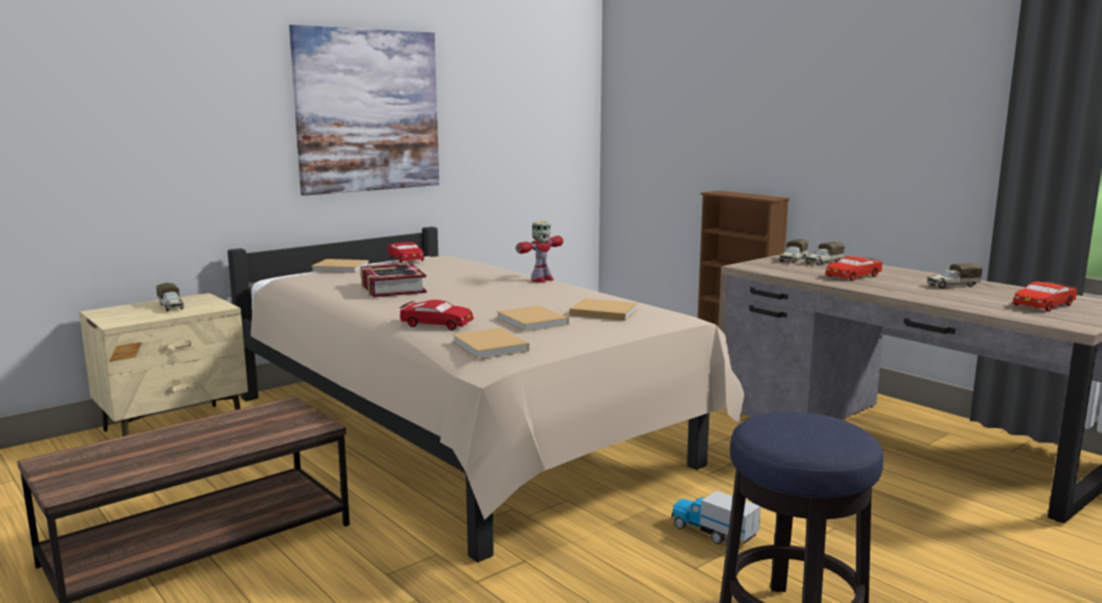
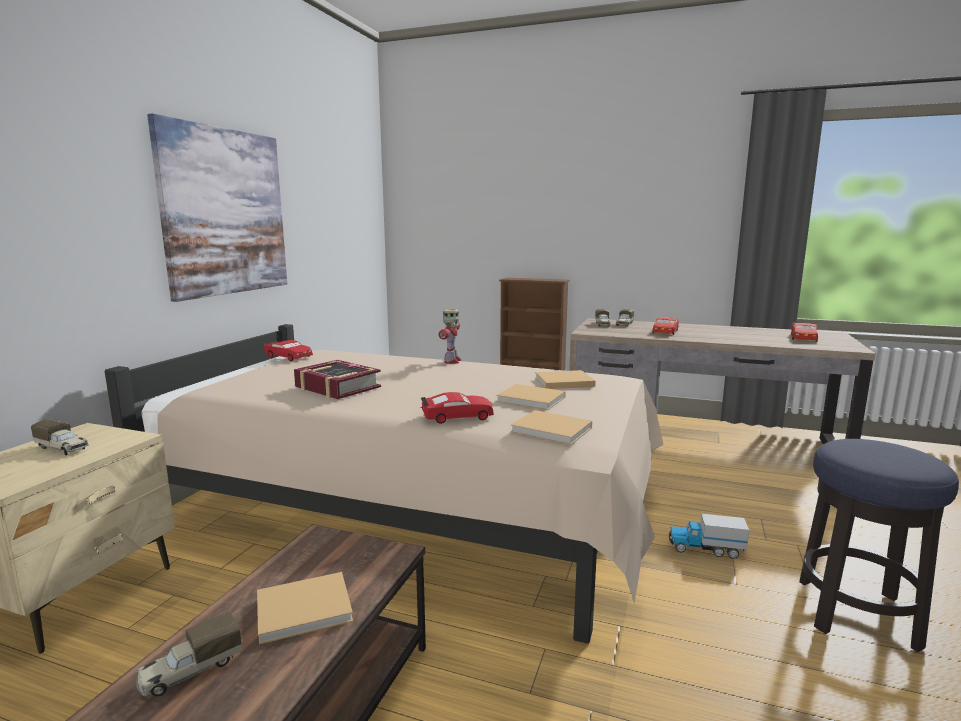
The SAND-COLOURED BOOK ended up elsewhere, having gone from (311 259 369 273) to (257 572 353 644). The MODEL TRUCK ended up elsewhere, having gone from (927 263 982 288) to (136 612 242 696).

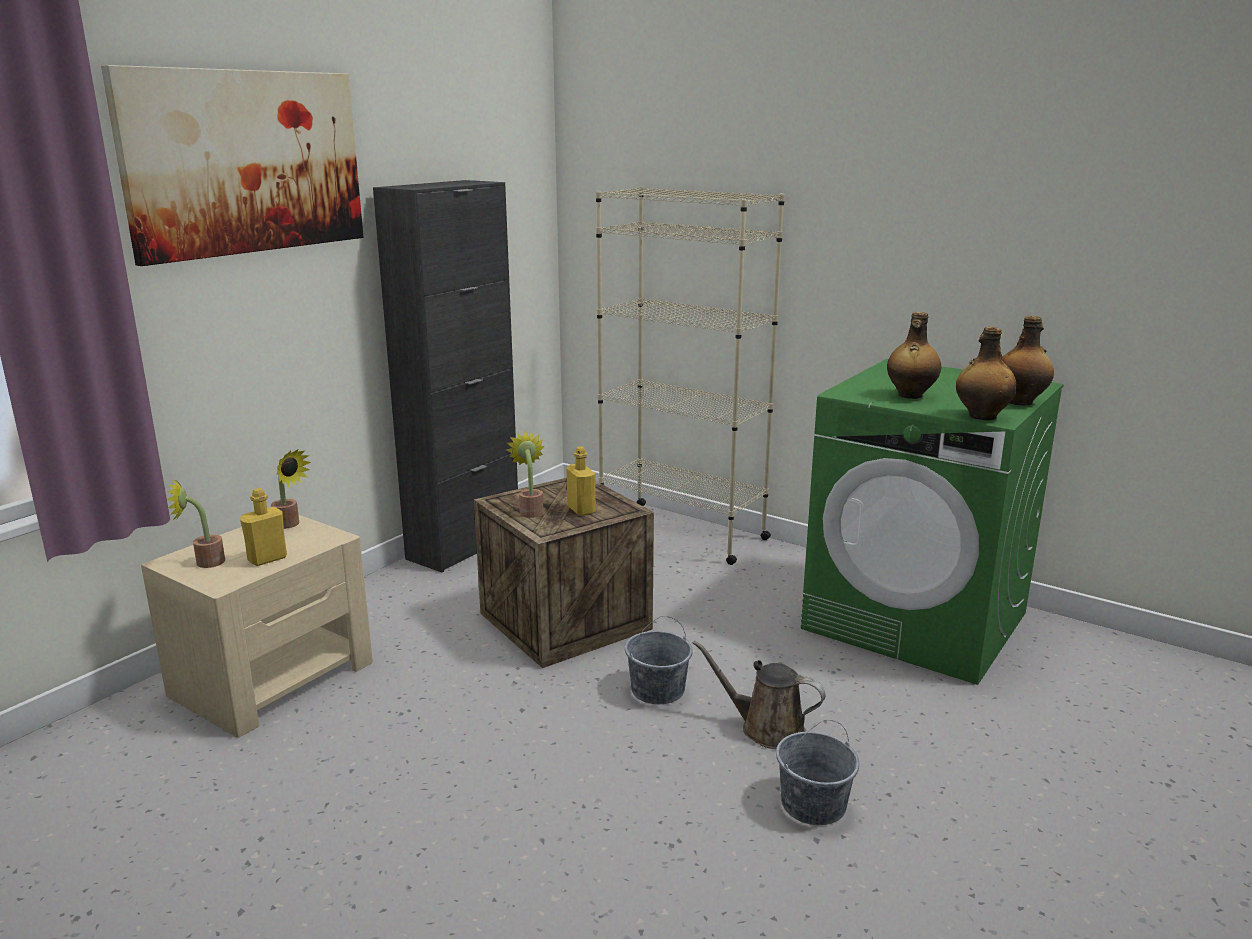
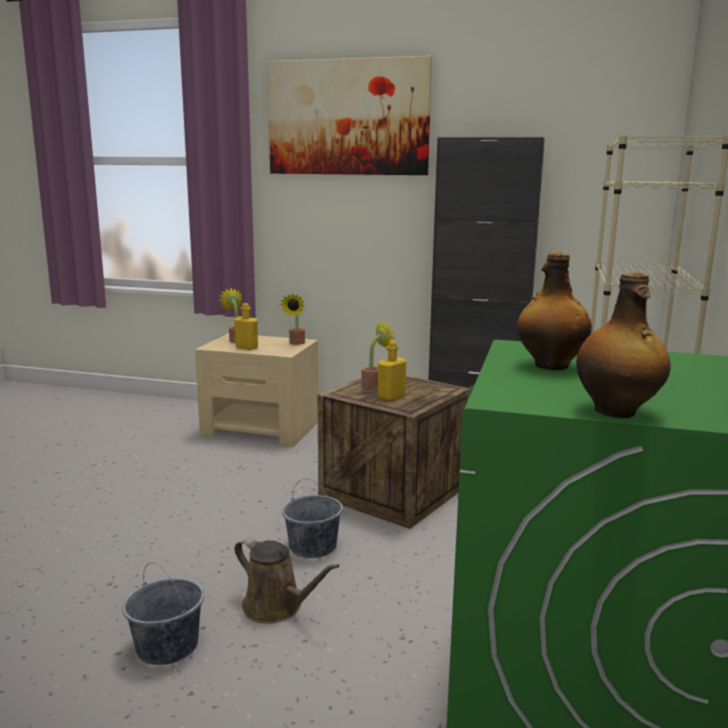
The BROWNISH SPRINKLING CAN at (693 640 826 749) ended up facing another way, 120 degrees clockwise from before. The second view lost the DRINK BOTTLE at (956 327 1017 420).

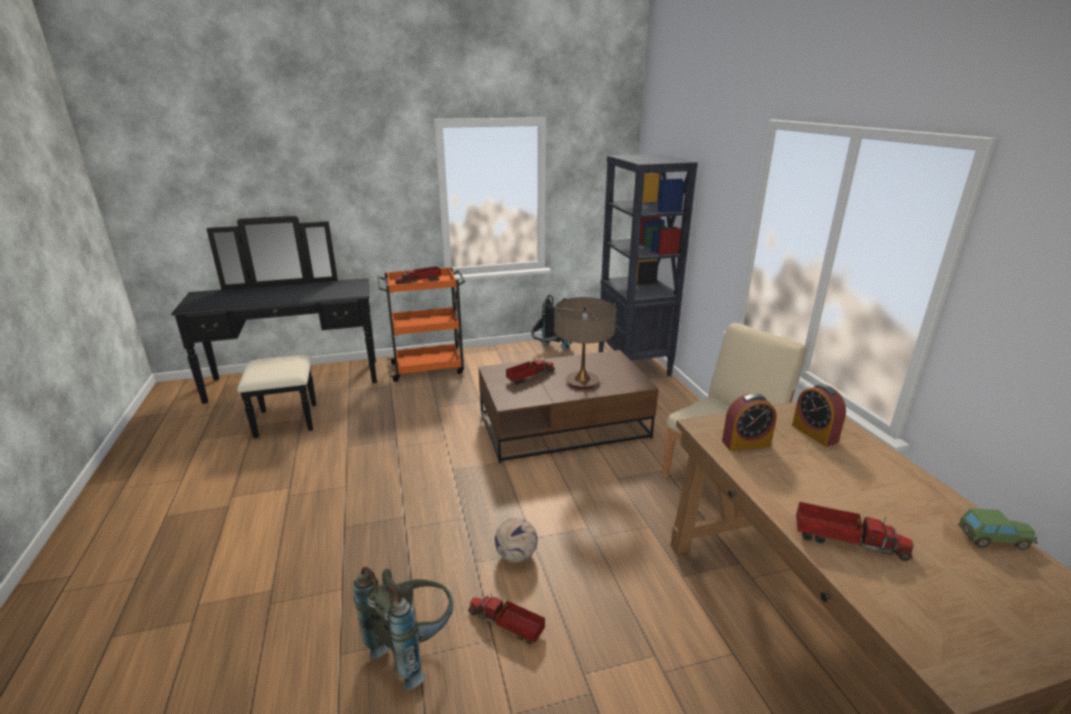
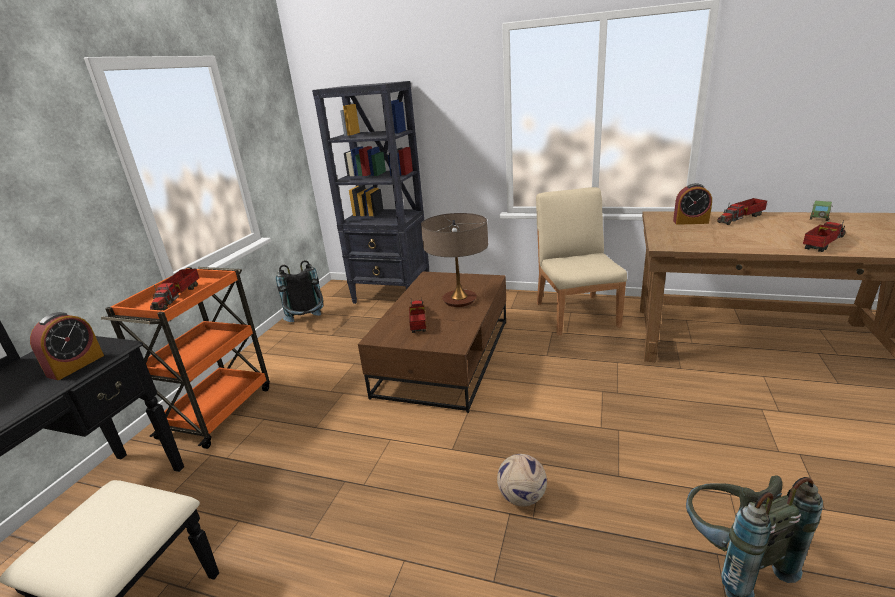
The MODEL TRUCK ended up elsewhere, having gone from (468 593 545 644) to (717 198 767 225). The FOOTBALL ended up elsewhere, having gone from (495 518 538 563) to (497 454 547 506). The ALARM CLOCK ended up elsewhere, having gone from (722 393 777 451) to (30 312 104 380).

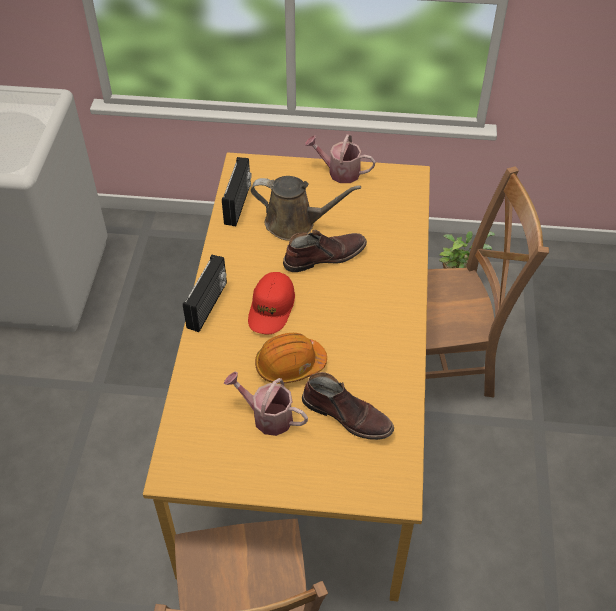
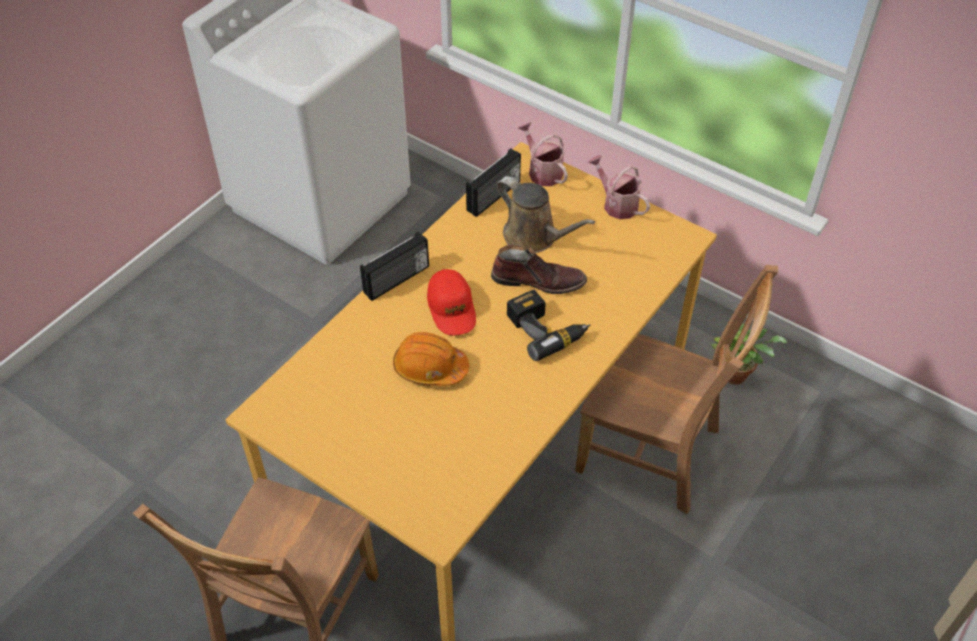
The SPRINKLING CAN ended up elsewhere, having gone from (224 372 308 436) to (518 122 568 186). The RED CAP at (248 272 295 334) ended up facing another way, 60 degrees counterclockwise from before. The second view lost the BROWNISH HIGH-TOP BOOT at (302 372 394 440). The second view gained the ELECTRIC DRILL at (507 290 591 361).

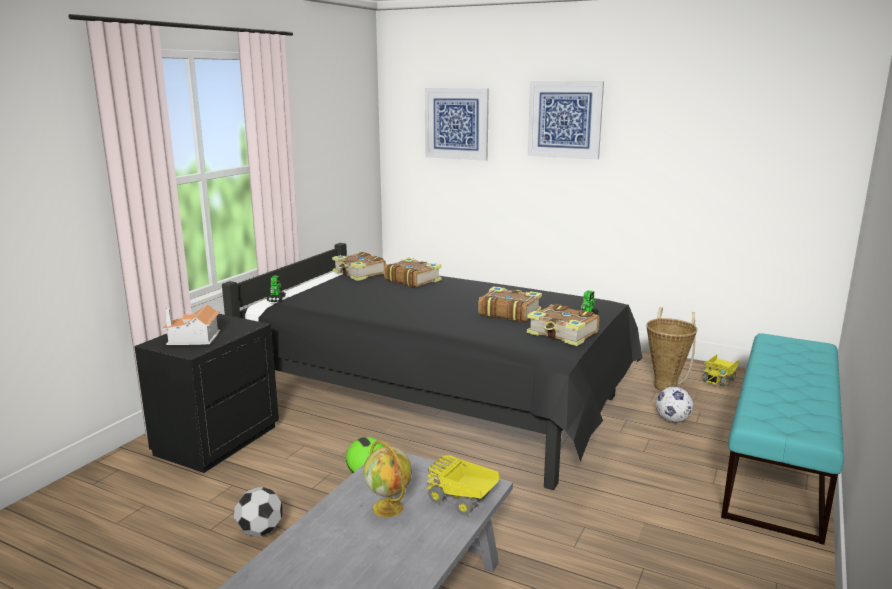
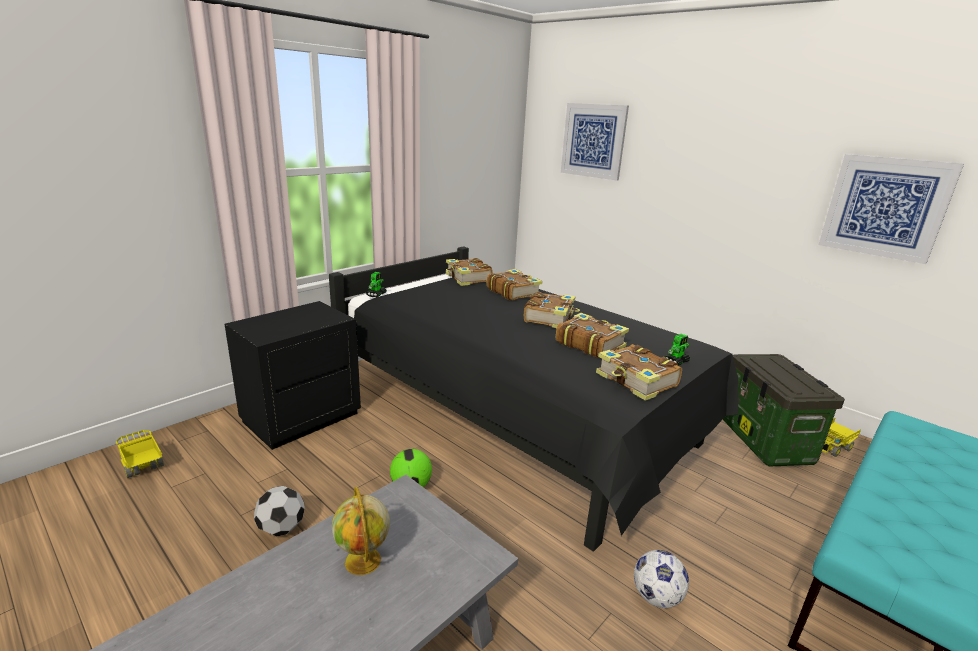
The second view lost the TOY HOUSE at (162 304 220 345). The MODEL TRUCK ended up elsewhere, having gone from (427 455 500 516) to (116 430 164 479). The WALL PICTURE ended up elsewhere, having gone from (528 81 604 160) to (818 154 964 264). Where the STORAGE BASKET stood at (646 307 697 391), the STORAGE BOX came to stand at (723 354 845 466). The FOOTBALL ended up elsewhere, having gone from (656 387 693 423) to (634 550 689 608). The second view gained the BOOK at (524 292 580 328).

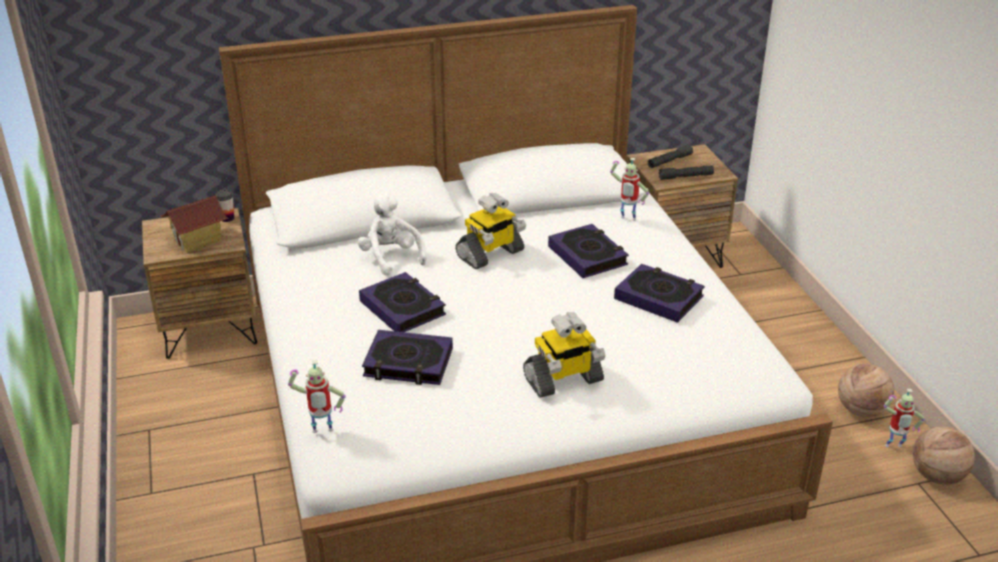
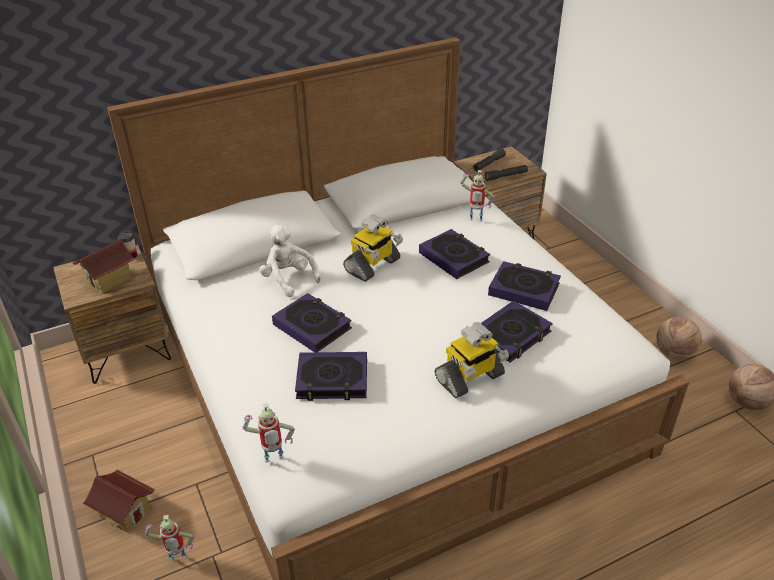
The ROBOT FIGURE ended up elsewhere, having gone from (884 389 925 447) to (145 515 194 561). The second view gained the TOY HOUSE at (83 470 155 533). The second view gained the BOOK at (481 300 553 363).

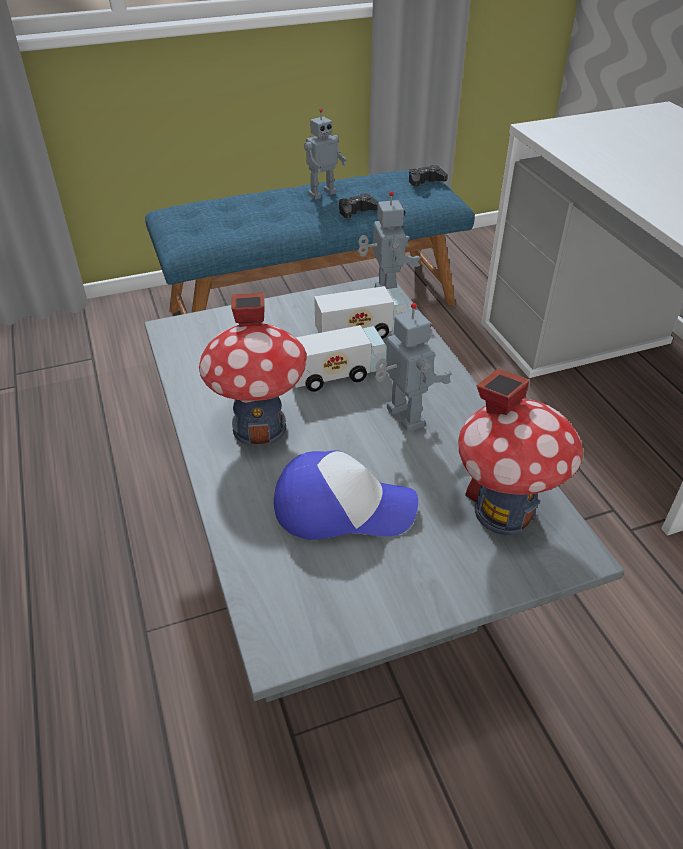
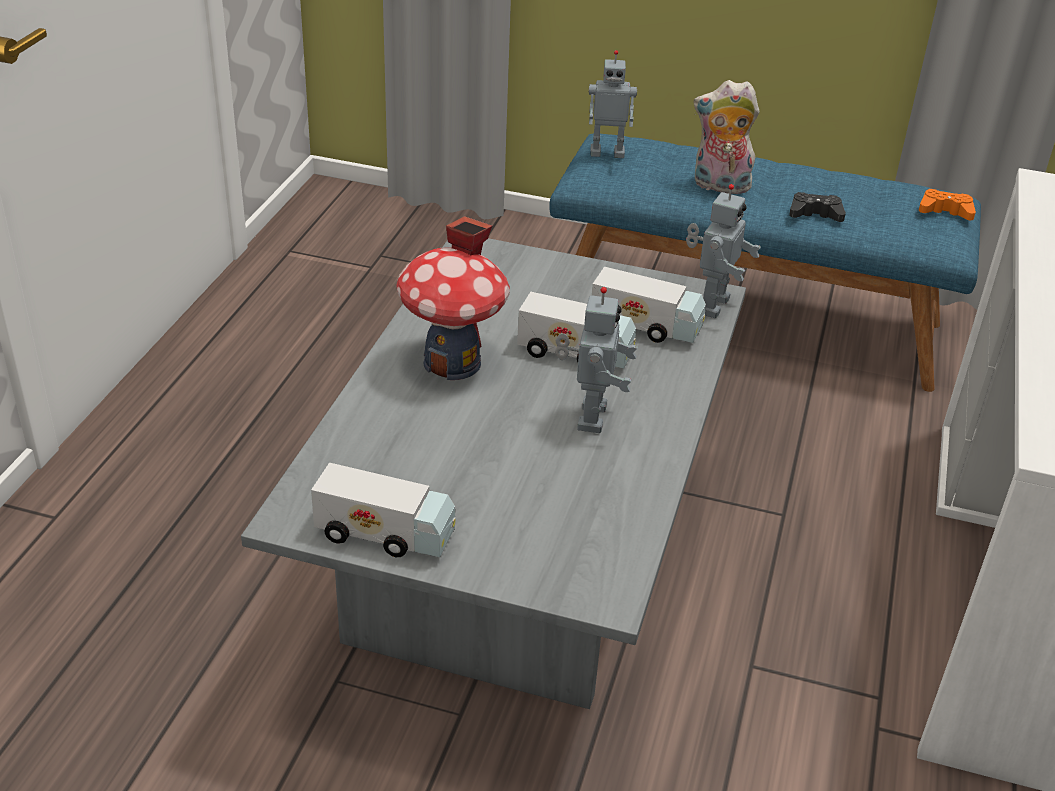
The second view lost the CAP at (274 450 418 540). The ROBOT FIGURE ended up elsewhere, having gone from (304 109 347 200) to (589 50 637 158). What was the BLACK-COLOURED JOYPAD at (409 165 448 187) turned into the ORANGEY JOYPAD at (919 189 976 220). The second view lost the TOY HOUSE at (458 368 583 535). The second view gained the MODEL TRUCK at (311 462 456 557). The second view gained the PLUSH TOY at (694 80 760 194).

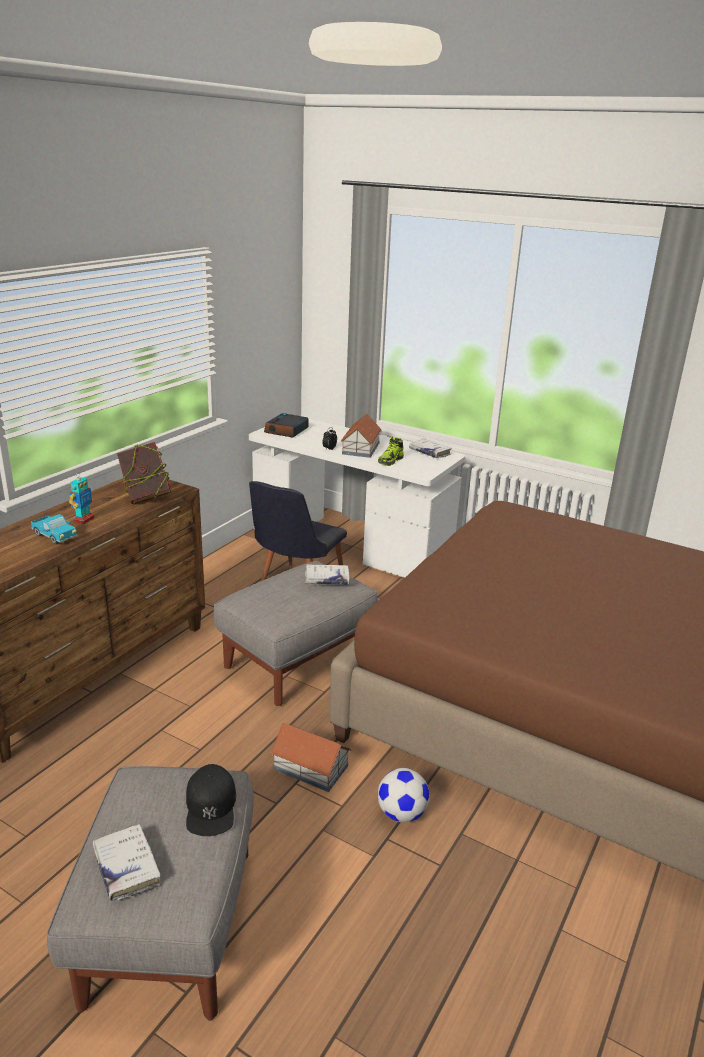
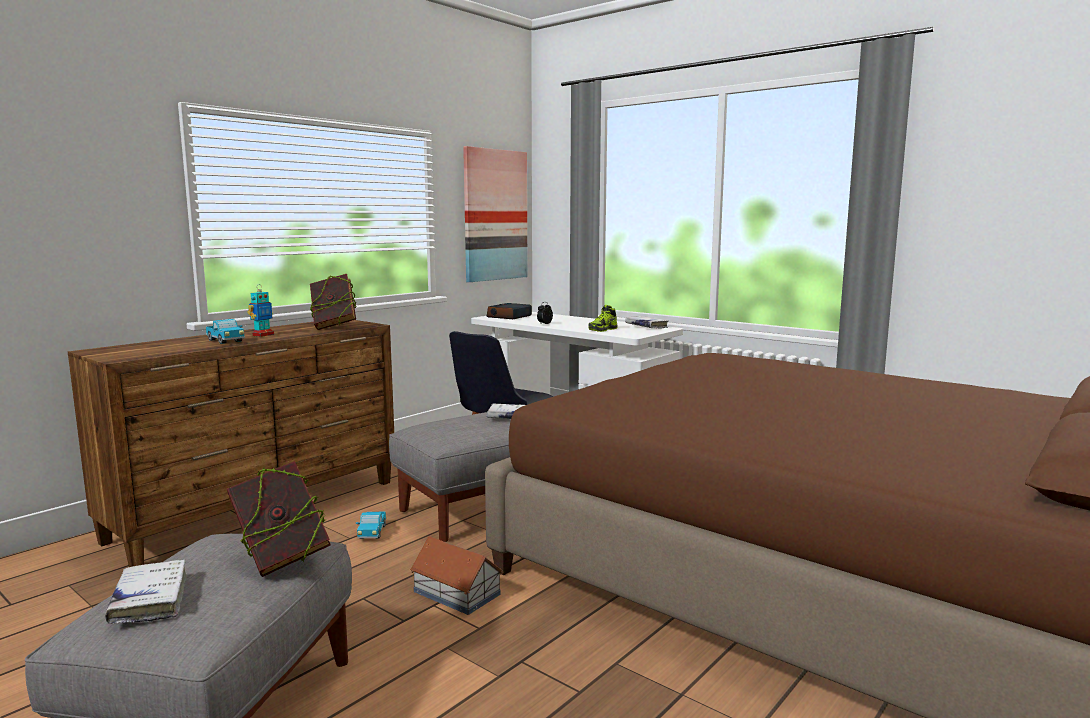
Where the BLACK-COLOURED CAP stood at (186 764 236 836), the BOOK came to stand at (227 461 331 577). The second view lost the TOY HOUSE at (341 414 381 458). The second view lost the FOOTBALL at (378 768 429 823). The second view gained the MODEL TRUCK at (356 512 386 539). The second view gained the WALL PICTURE at (463 146 528 282).

